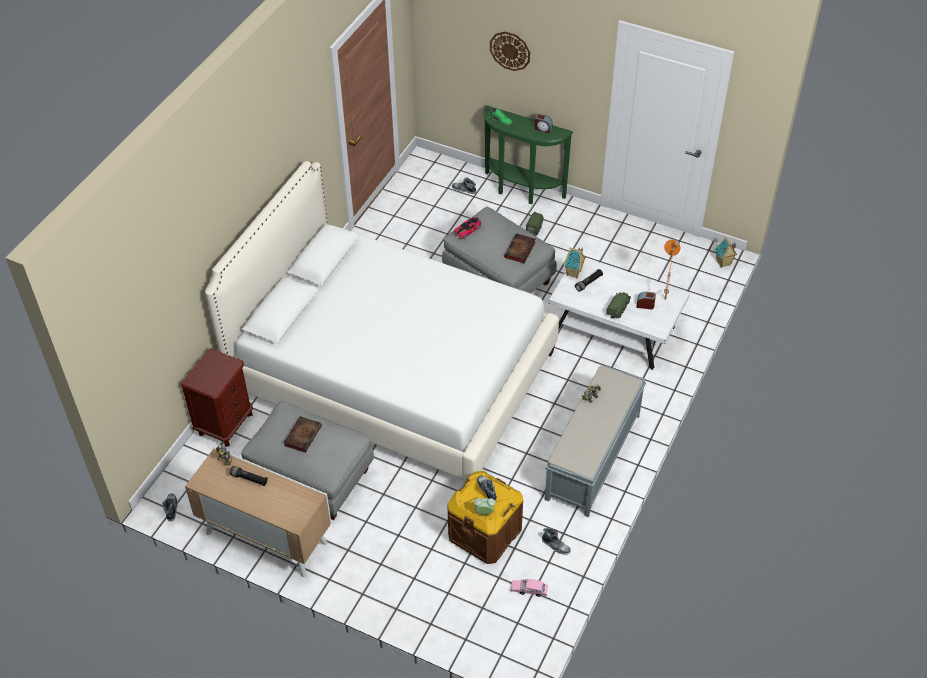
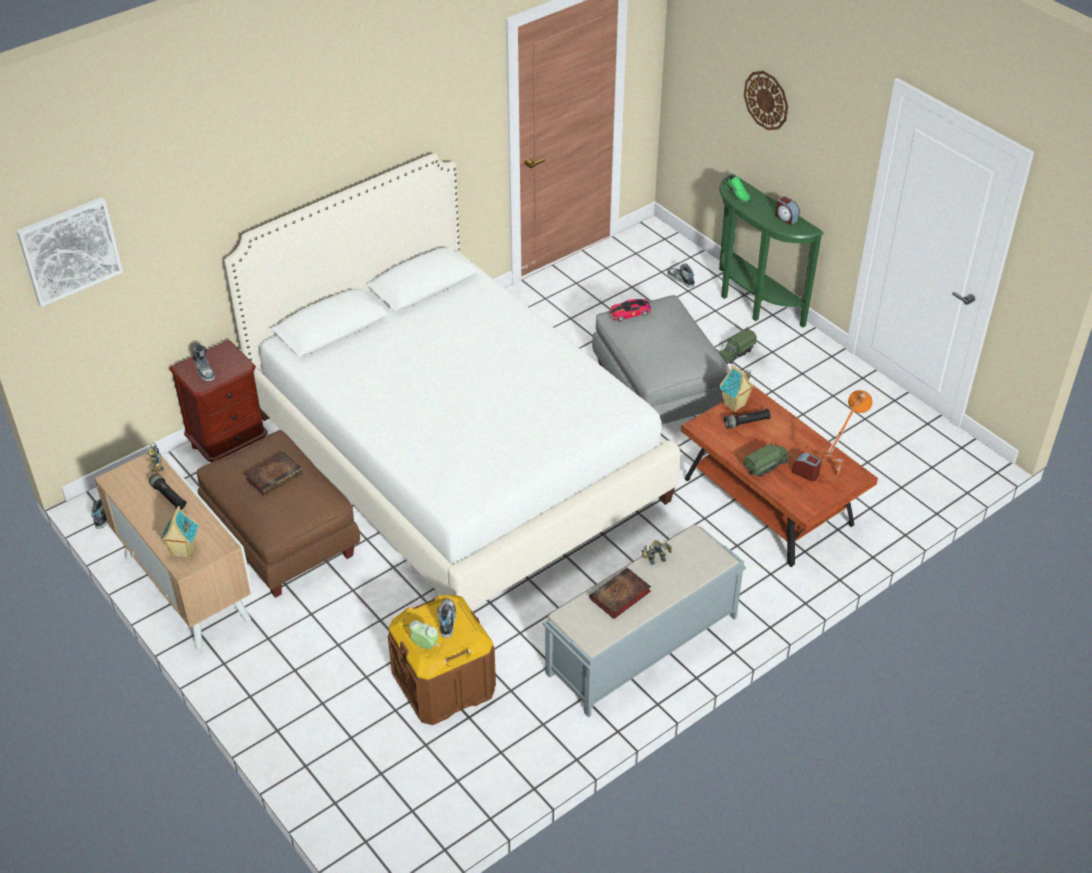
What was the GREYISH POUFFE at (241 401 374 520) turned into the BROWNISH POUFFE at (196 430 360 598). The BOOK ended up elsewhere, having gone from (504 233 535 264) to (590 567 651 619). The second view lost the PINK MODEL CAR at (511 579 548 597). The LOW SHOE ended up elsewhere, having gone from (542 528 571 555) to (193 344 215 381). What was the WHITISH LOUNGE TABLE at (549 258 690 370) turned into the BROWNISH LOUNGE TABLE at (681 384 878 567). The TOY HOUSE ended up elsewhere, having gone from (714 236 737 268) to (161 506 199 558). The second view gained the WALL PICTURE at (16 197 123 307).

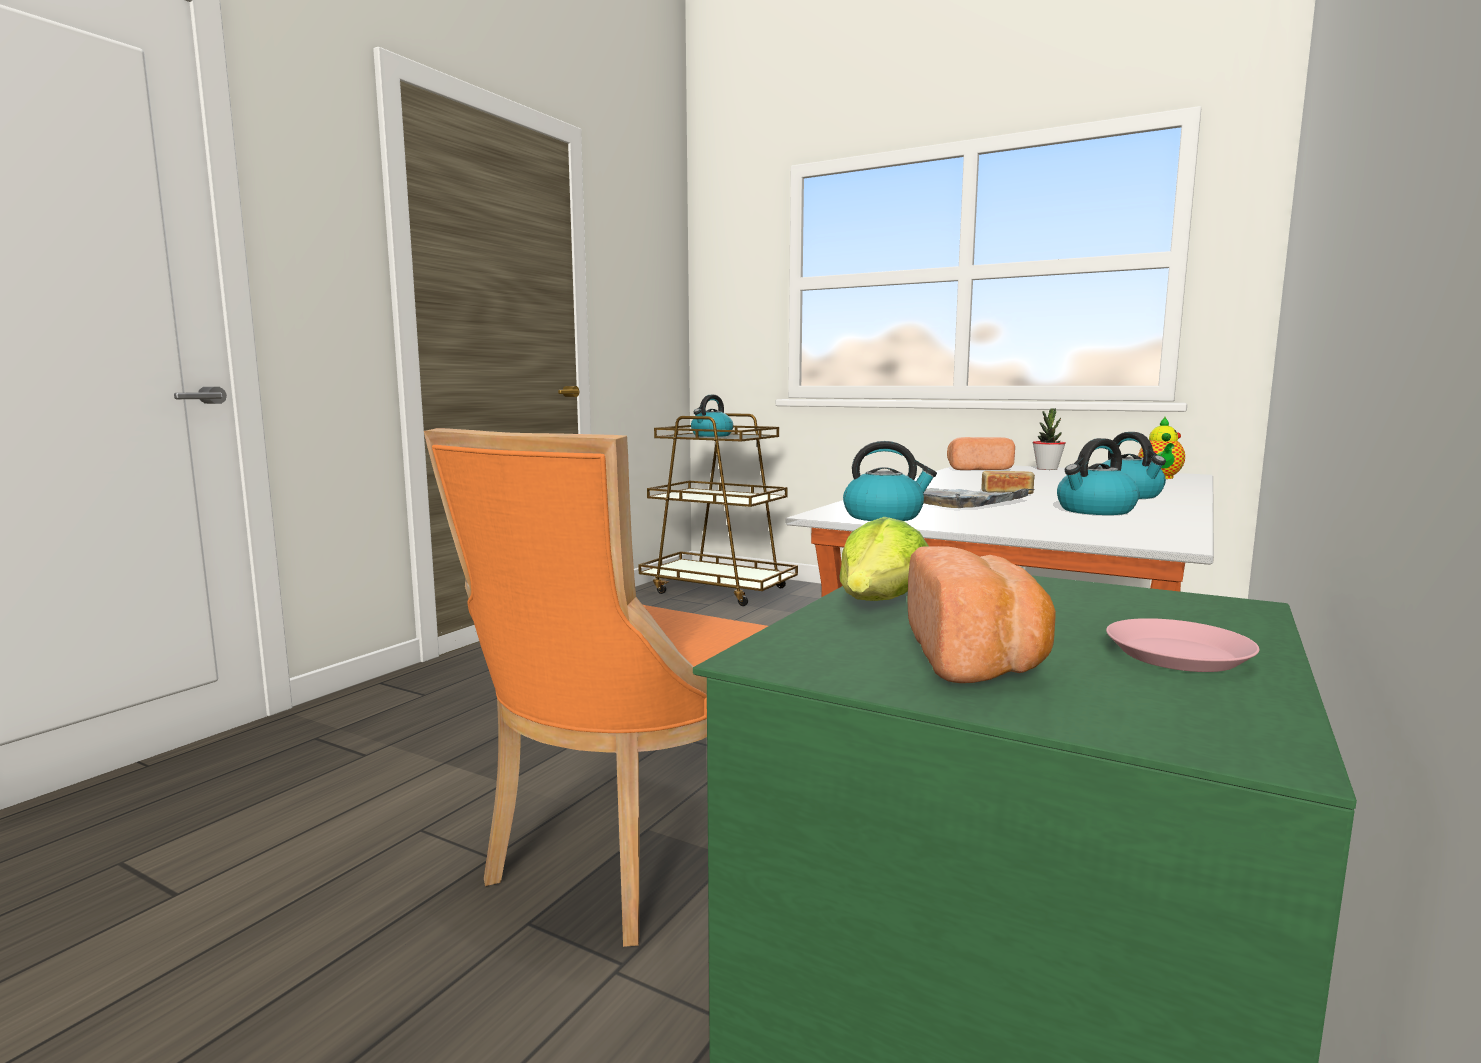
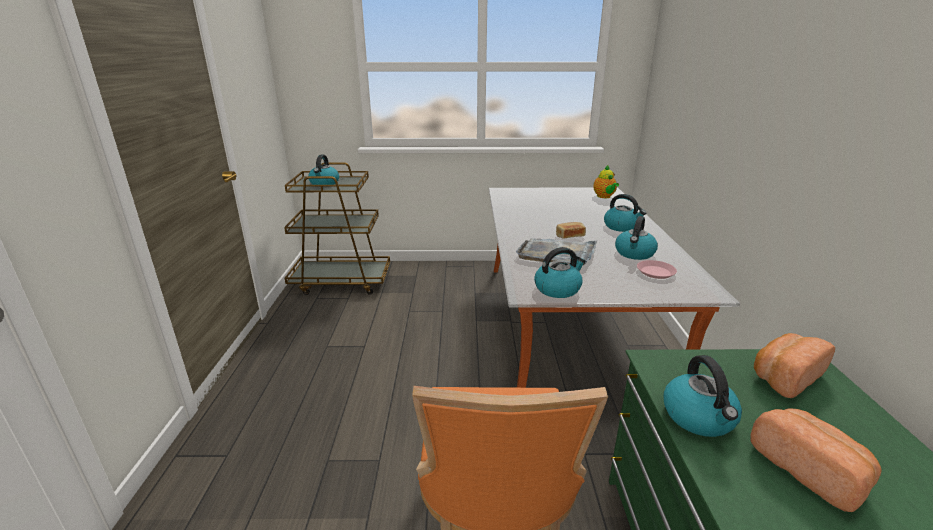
Where the HEAD OF LETTUCE stood at (839 517 929 601), the TEA KETTLE came to stand at (663 355 742 437). The BAKED BREAD ended up elsewhere, having gone from (947 437 1015 470) to (754 333 835 398). The second view lost the PLANT IN A POT at (1032 408 1066 470). The PINK DINNER PLATE ended up elsewhere, having gone from (1106 618 1259 672) to (637 260 677 279).

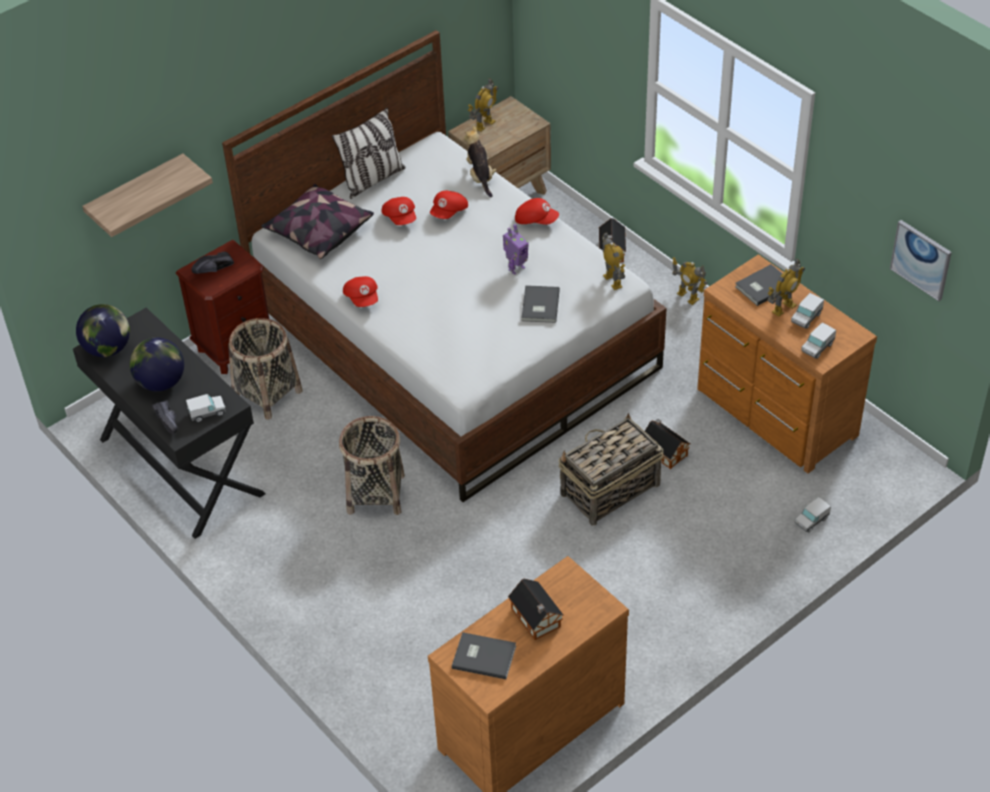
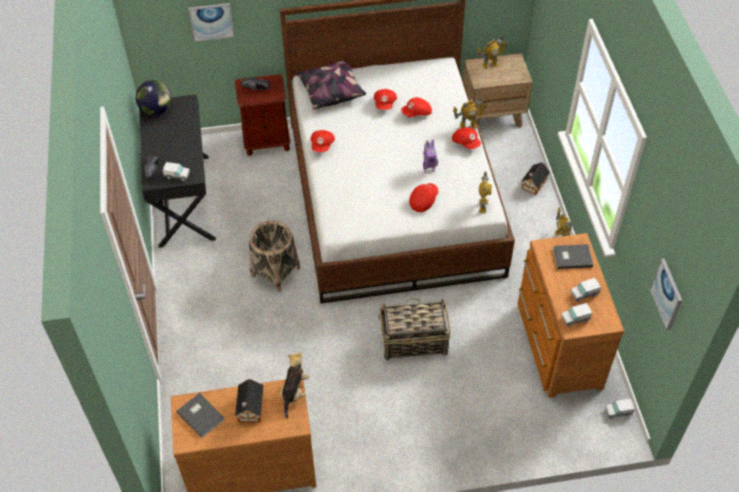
Where the WALL SHELF hung at (82 153 213 237), the WALL PICTURE came to hang at (188 3 235 42). The second view lost the GLOBE at (130 337 184 391). The second view lost the STORAGE BASKET at (228 318 303 420). The second view lost the CUSHION at (332 108 406 199). The PLUSH TOY ended up elsewhere, having gone from (464 126 497 197) to (280 351 309 418). Where the GREYISH BOOK stood at (522 285 560 323), the RED CAP came to stand at (409 183 438 212). The second view lost the TOY HOUSE at (643 419 690 469). The ROBOT FIGURE ended up elsewhere, having gone from (767 258 805 317) to (453 96 487 129). The MODEL TRUCK ended up elsewhere, having gone from (795 497 831 532) to (605 399 635 419).

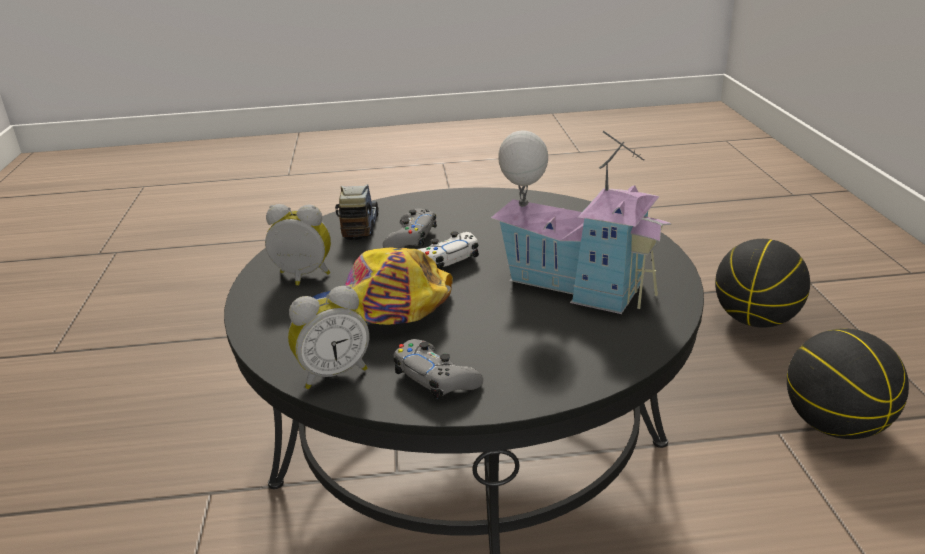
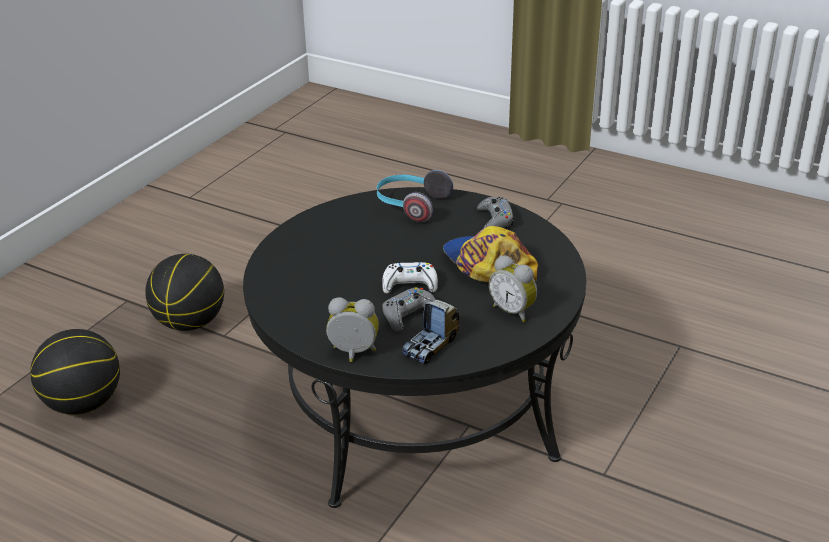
The ALARM CLOCK ended up elsewhere, having gone from (288 286 369 389) to (326 297 379 362). The CAP at (313 247 453 325) ended up facing another way, 150 degrees counterclockwise from before. The second view lost the TOY HOUSE at (491 130 672 314). The second view gained the HEADSET at (376 170 453 222).

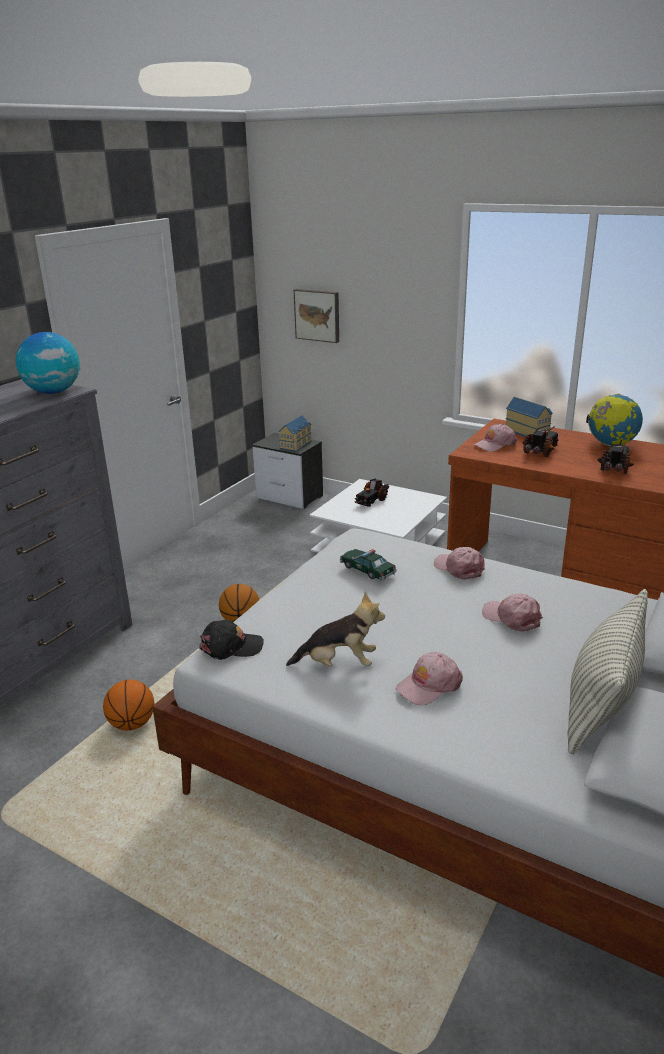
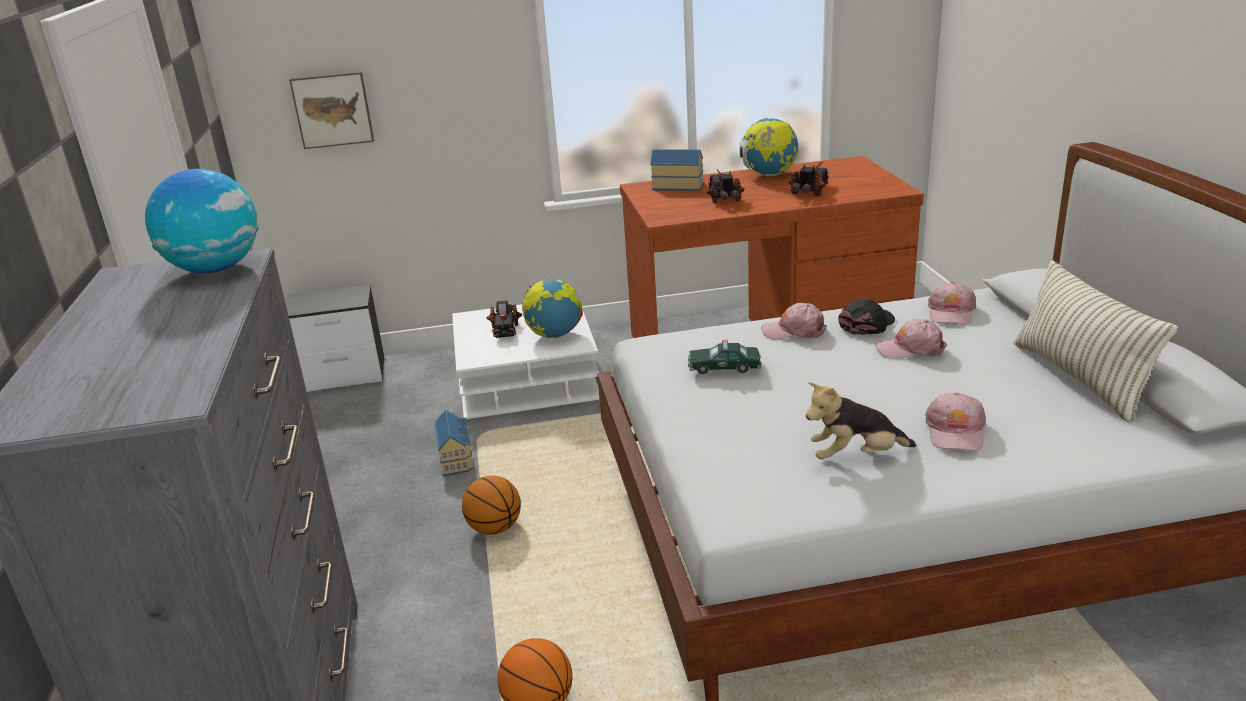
The BLACK-COLOURED CAP ended up elsewhere, having gone from (199 620 263 660) to (838 299 895 335). The TOY HOUSE ended up elsewhere, having gone from (279 415 312 451) to (434 410 474 476). The PLUSH TOY at (286 592 385 667) ended up facing another way, 150 degrees counterclockwise from before. The PINK CAP ended up elsewhere, having gone from (474 424 517 452) to (928 282 976 325). The MODEL TRUCK at (597 440 634 474) ended up facing another way, 45 degrees clockwise from before. The second view gained the GLOBE at (521 279 583 339).

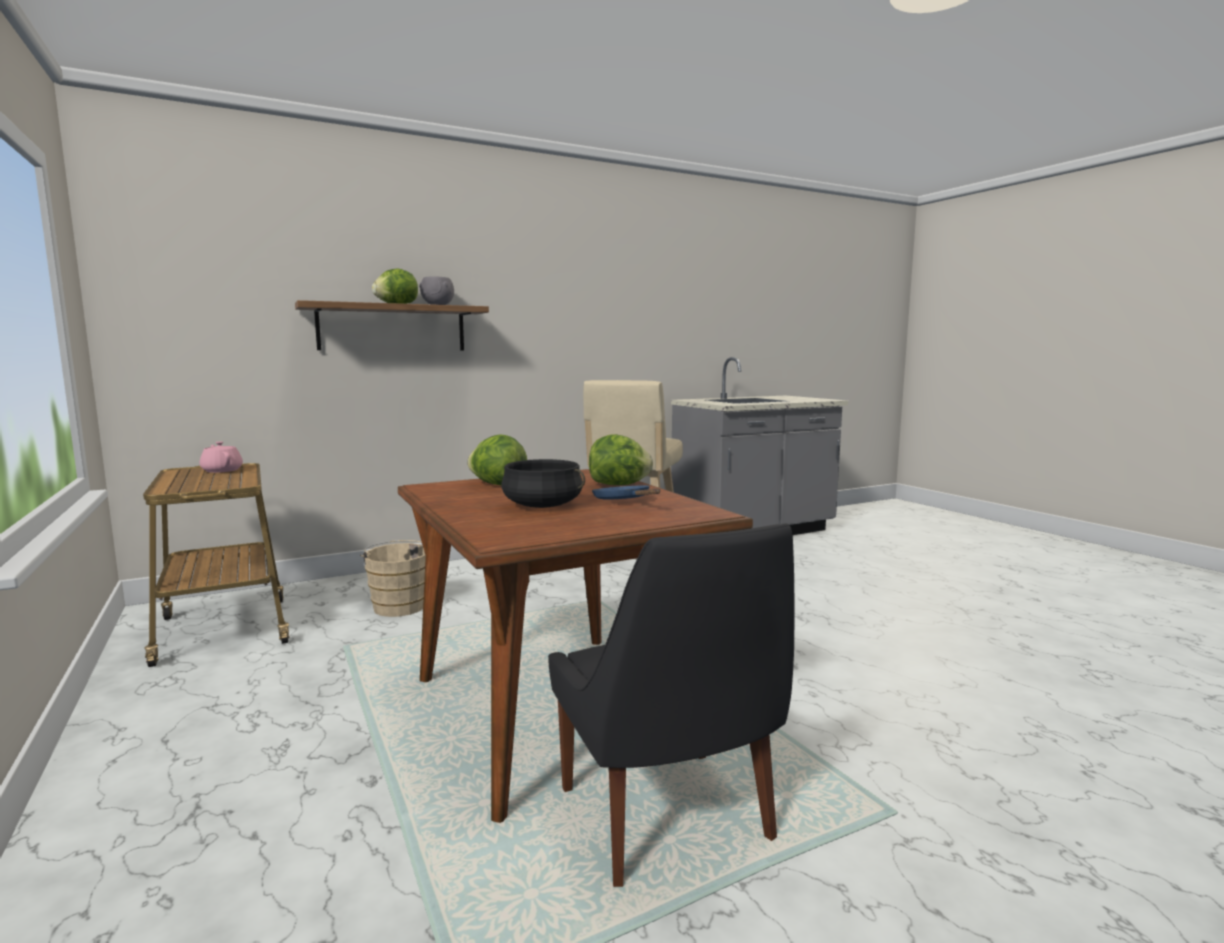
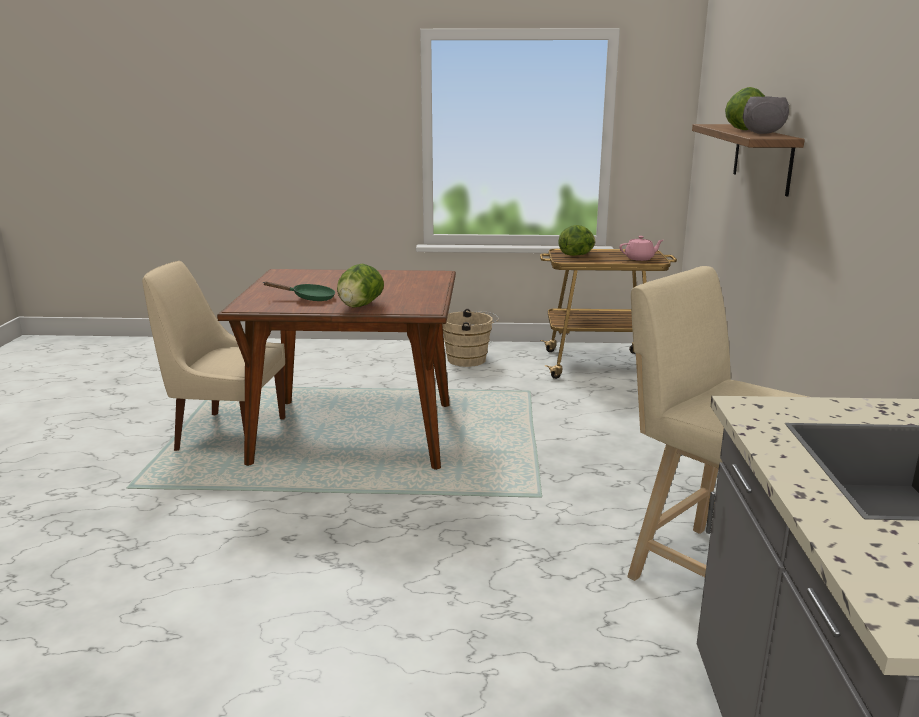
The SAND-COLOURED PAIL ended up elsewhere, having gone from (360 540 426 617) to (442 309 499 367). The HEAD OF LETTUCE ended up elsewhere, having gone from (467 434 527 485) to (558 225 595 256). The second view lost the BLACK-COLOURED COOKING POT at (501 459 585 508). What was the BLACK-COLOURED PLAIN CHAIR at (548 523 794 887) turned into the SAND-COLOURED PLAIN CHAIR at (142 261 285 451). What was the BLUISH PAN at (592 485 660 500) turned into the GREENISH PAN at (264 282 335 301).

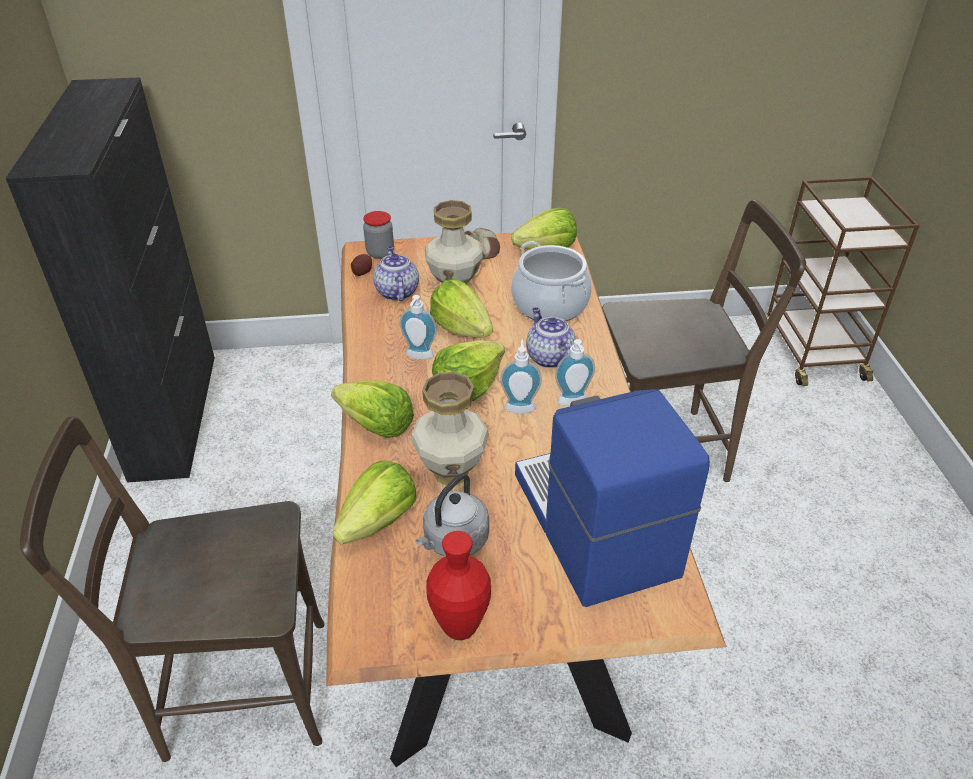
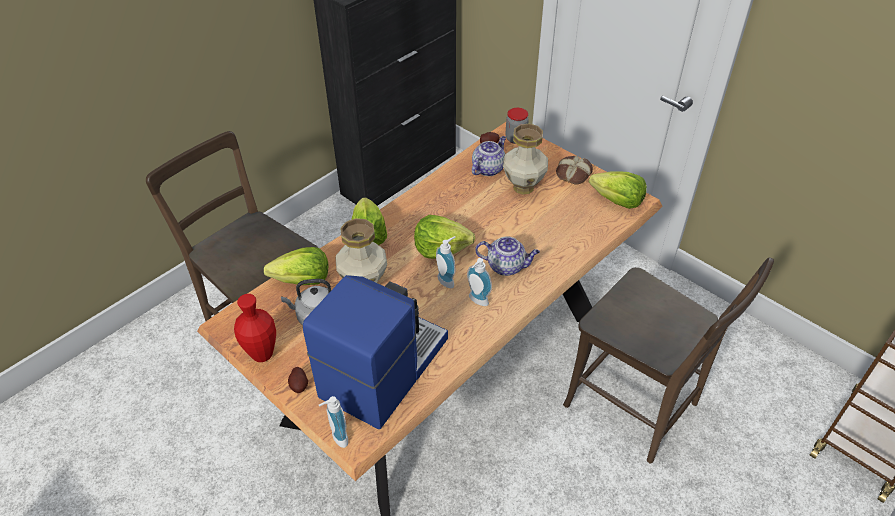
The LIQUID SOAP BOTTLE ended up elsewhere, having gone from (400 295 437 360) to (319 396 348 448). The second view lost the HEAD OF LETTUCE at (430 279 493 338). The second view lost the COOKING POT at (511 241 592 321). The POT FOR TEA at (526 307 576 368) ended up facing another way, 75 degrees clockwise from before. The second view gained the SPUD at (288 367 308 393).

